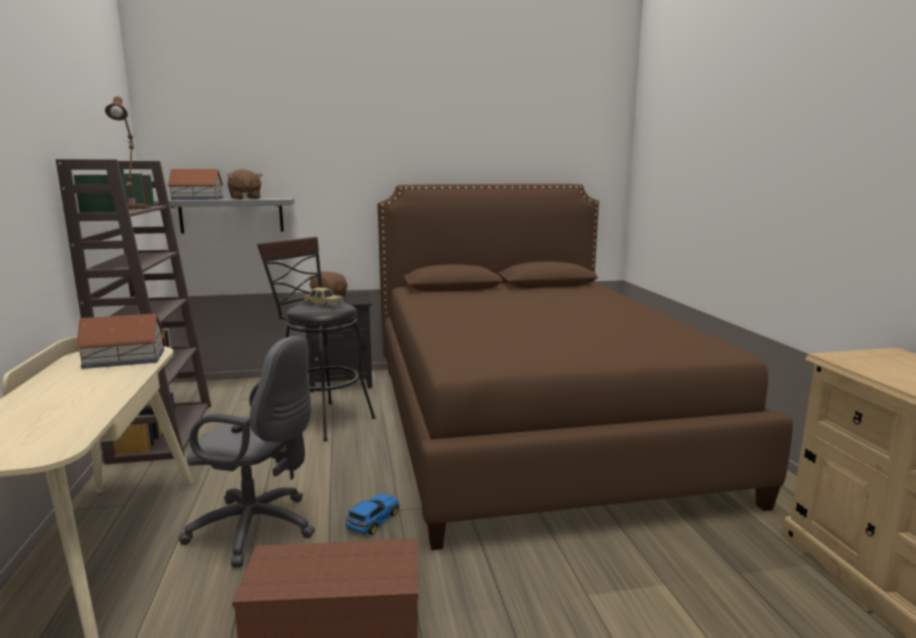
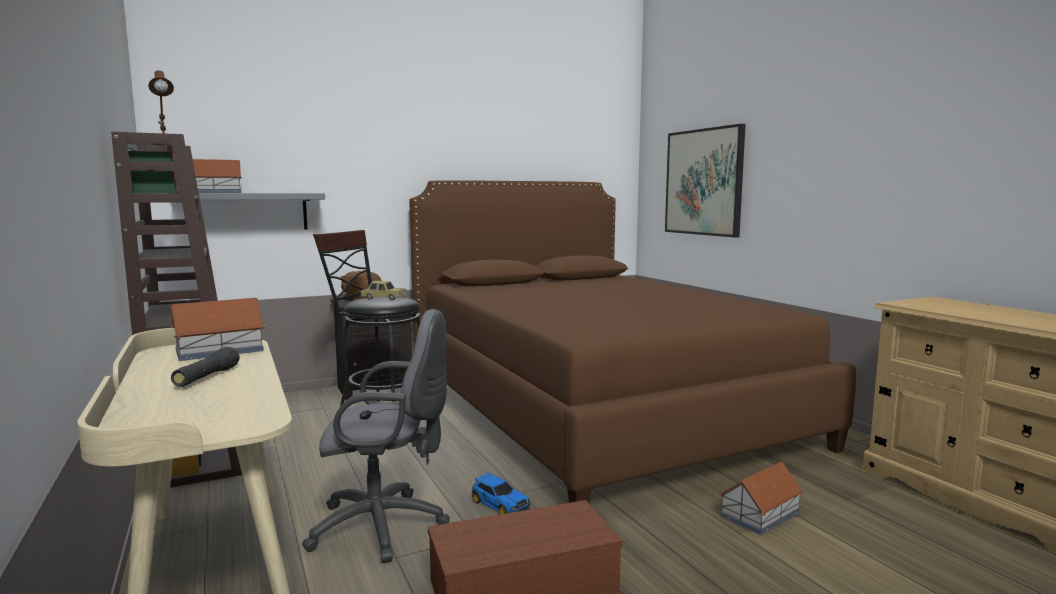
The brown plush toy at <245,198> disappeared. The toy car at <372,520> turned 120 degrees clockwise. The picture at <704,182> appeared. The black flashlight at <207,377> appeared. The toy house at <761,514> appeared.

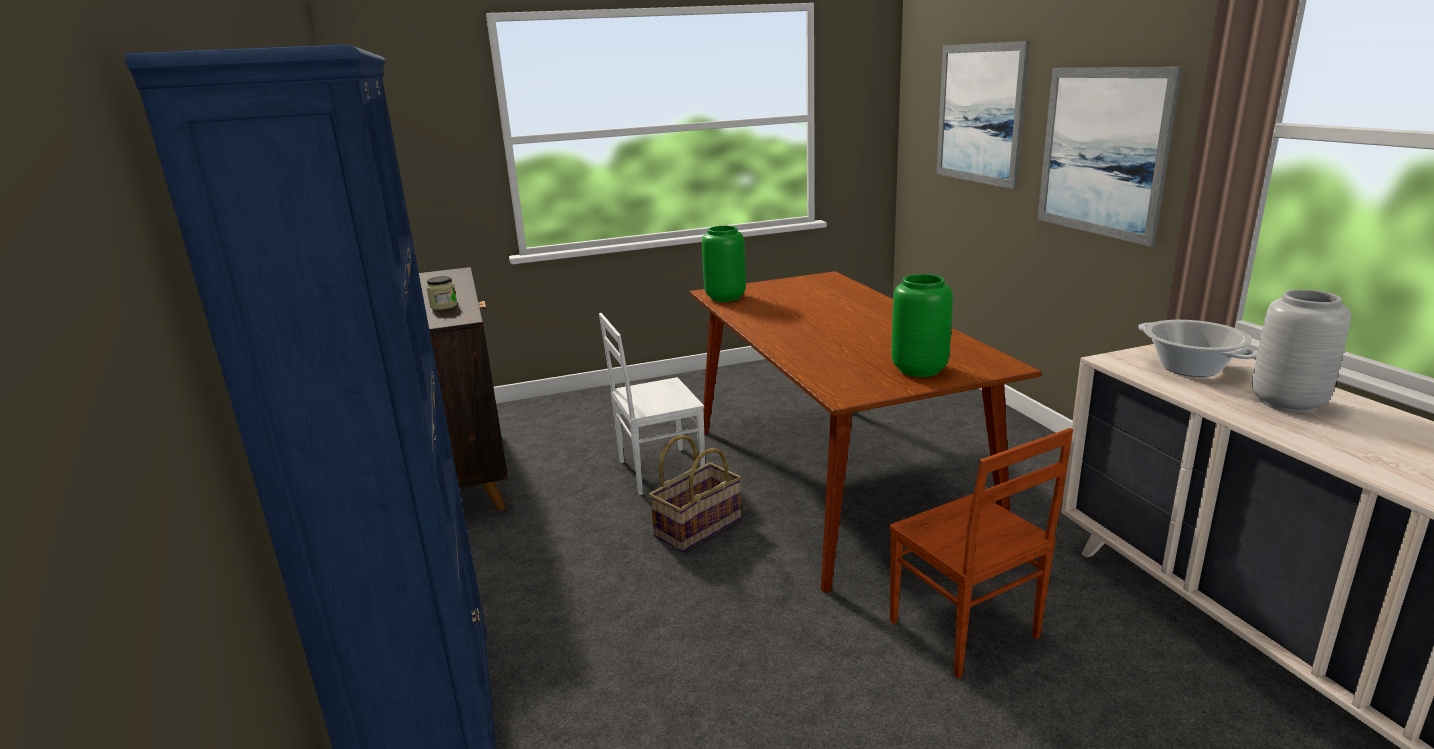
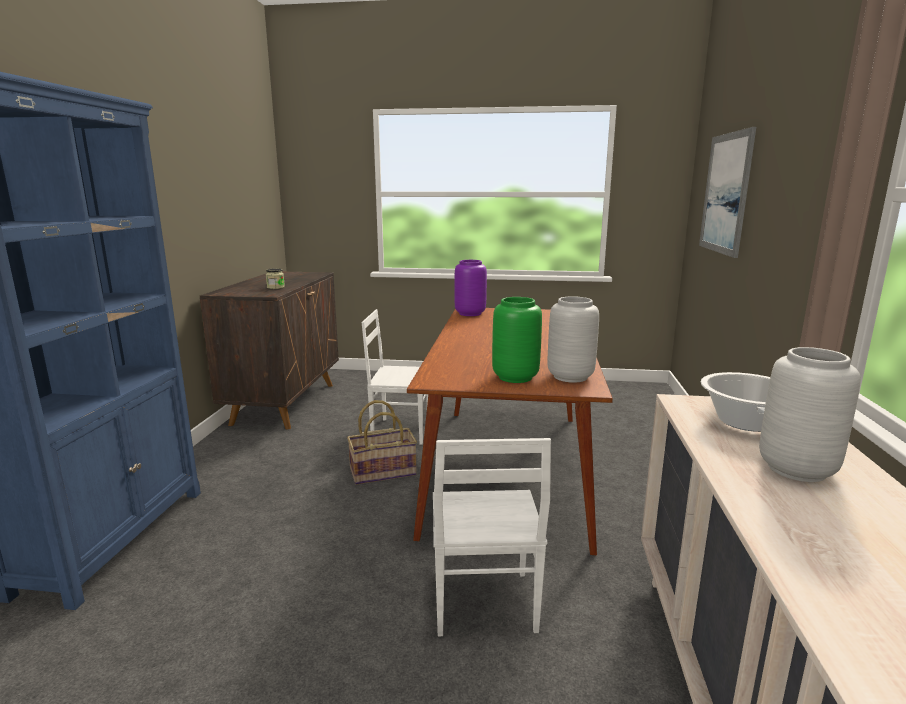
The picture at <1102,152> disappeared. The green vase at <724,297> became the purple vase at <469,313>. The brown chair at <963,631> became the white chair at <482,604>. The grey vase at <569,377> appeared.

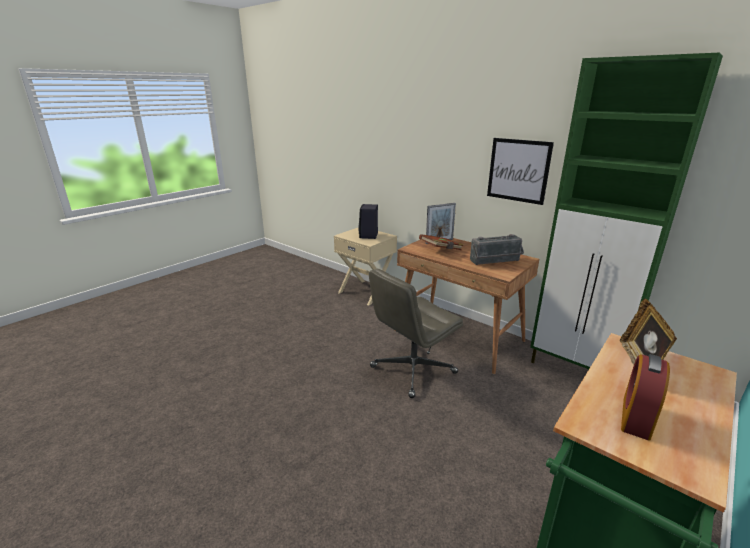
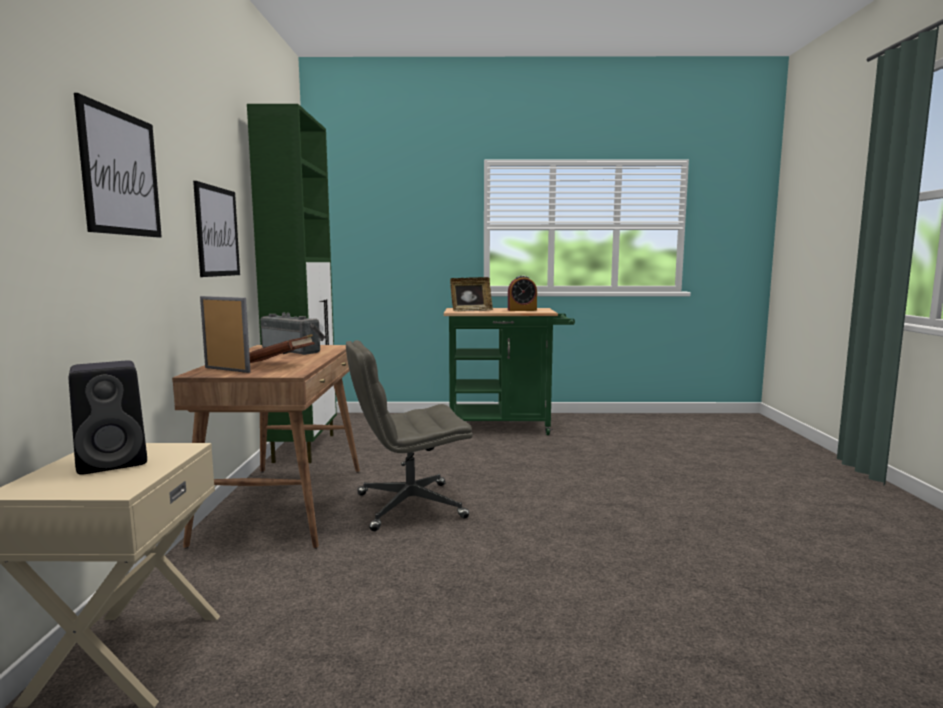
The grey office chair at <412,370> turned 150 degrees clockwise. The picture at <120,173> appeared.

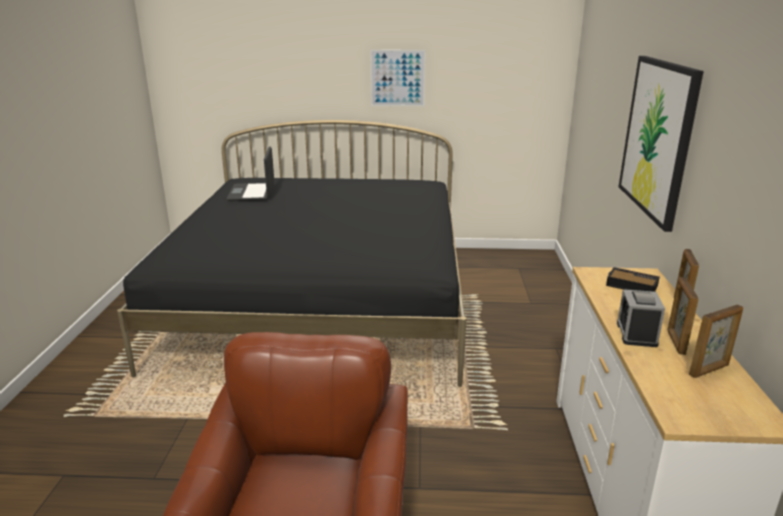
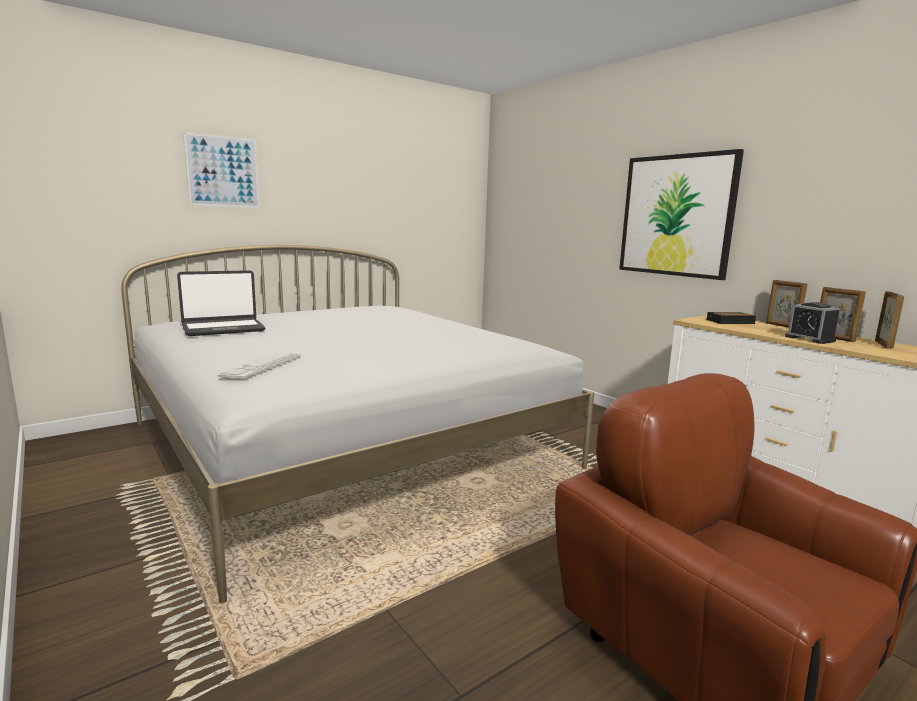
The picture moved from <397,78> to <223,171>. The black bed at <322,300> became the white bed at <346,444>. The laptop at <252,193> turned 75 degrees counterclockwise. The keyboard at <261,366> appeared.

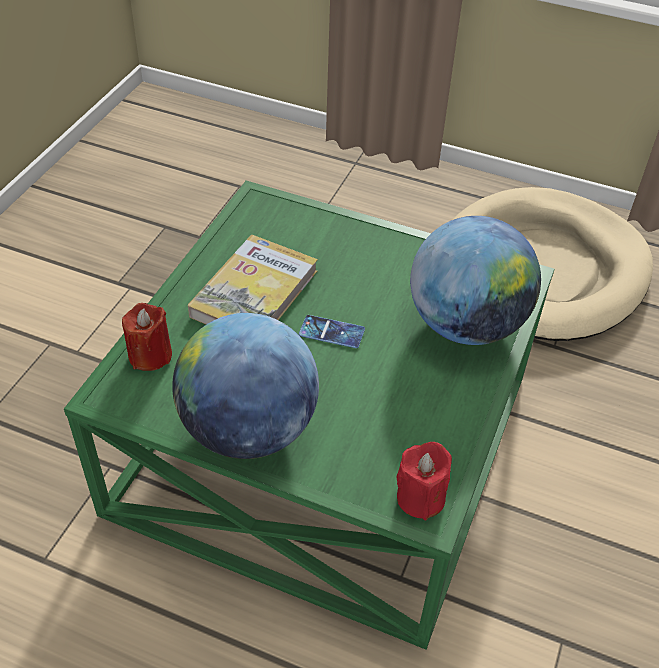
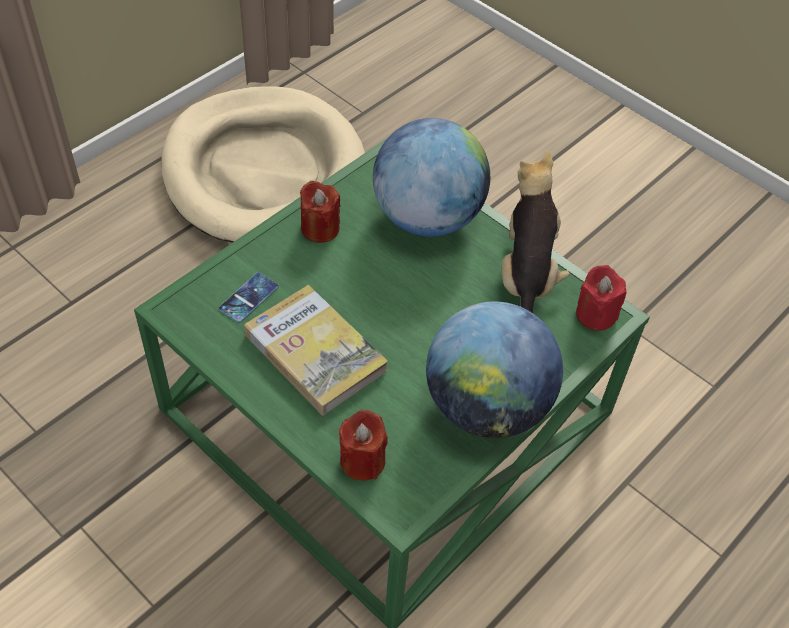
The phone moved from <331,332> to <248,297>. The plush toy at <526,277> appeared. The red candle at <320,228> appeared.

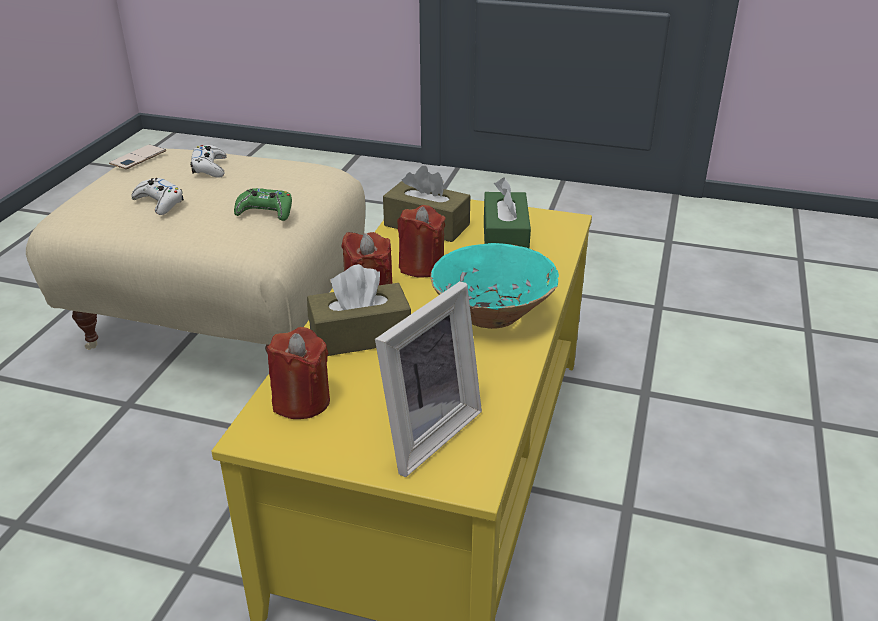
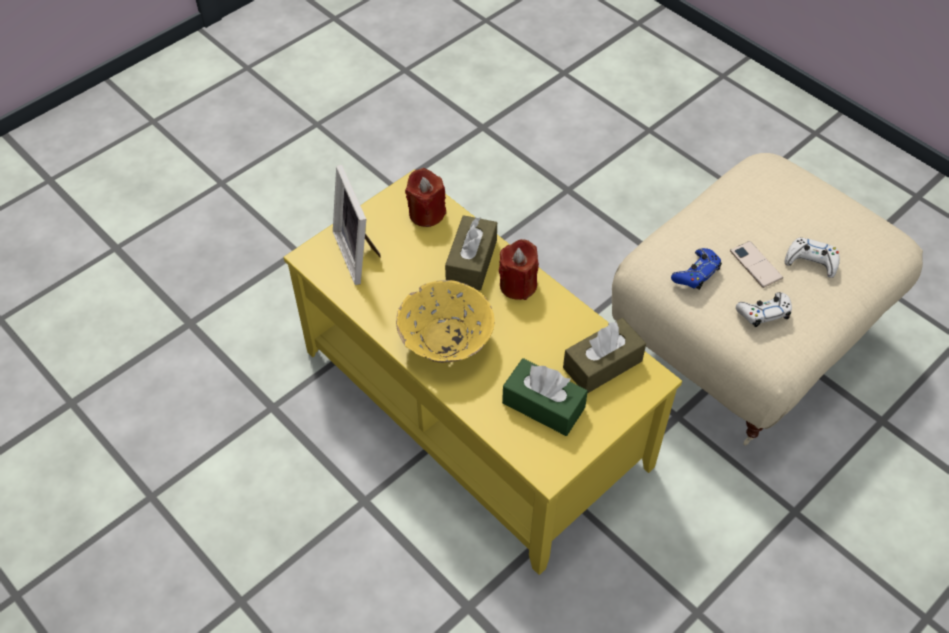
The phone moved from <138,157> to <756,264>. The white game controller moved from <159,202> to <764,312>. The green game controller at <265,211> became the blue game controller at <696,273>. The red candle at <421,266> disappeared. The turquoise bowl at <492,314> became the yellow bowl at <446,341>.

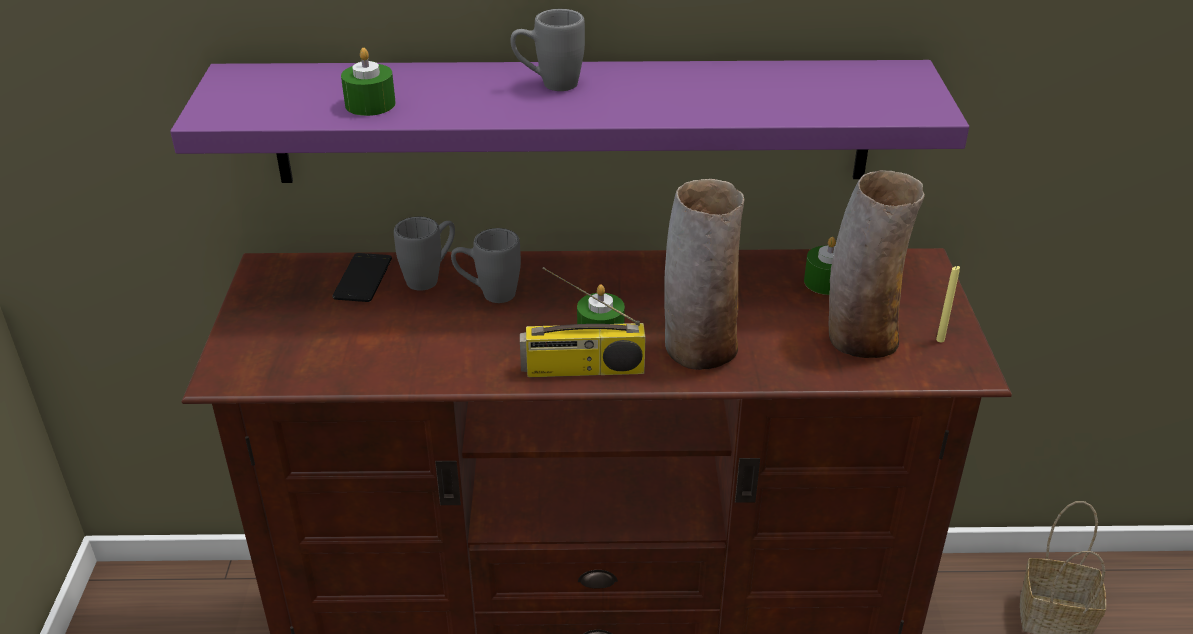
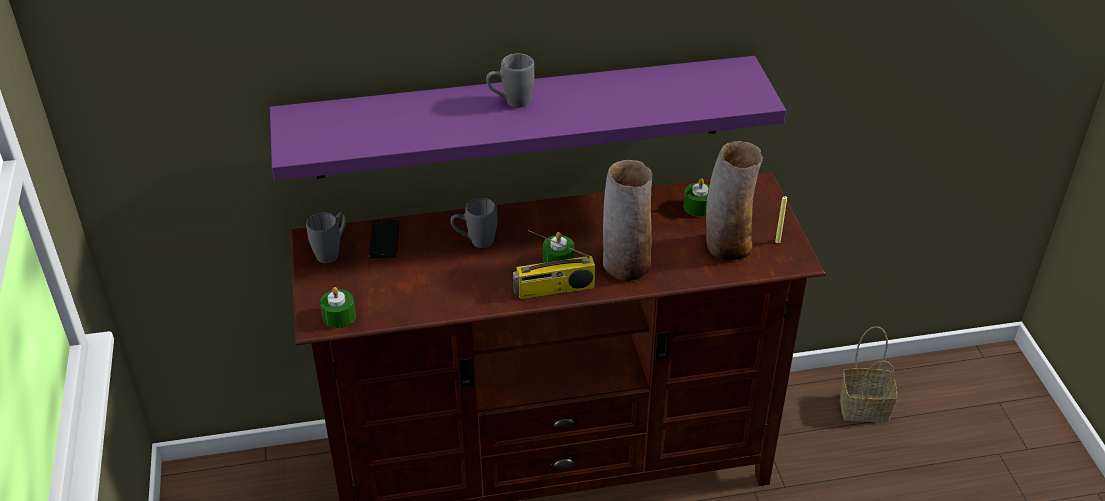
The green candle moved from <370,104> to <339,316>. The grey mug moved from <431,277> to <332,252>.

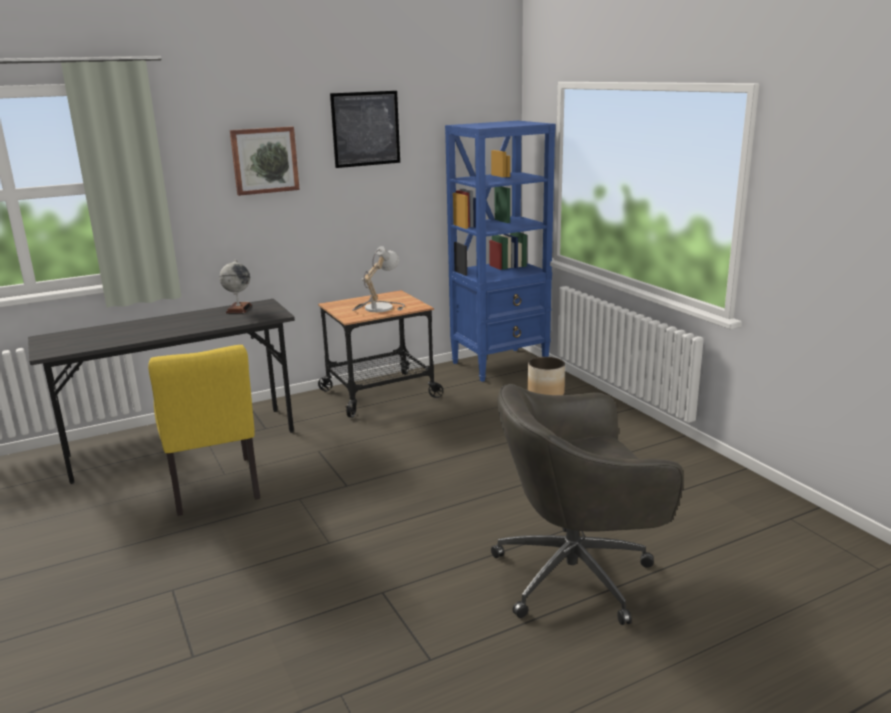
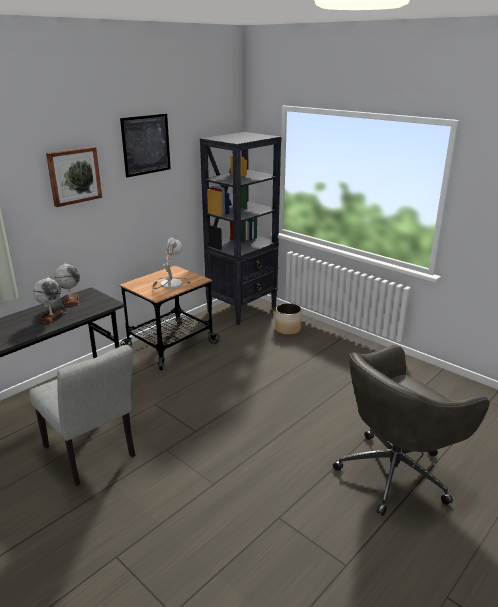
The blue bookcase at <500,364> became the black bookcase at <242,309>. The yellow chair at <215,490> became the grey chair at <93,455>. The globe at <52,317> appeared.

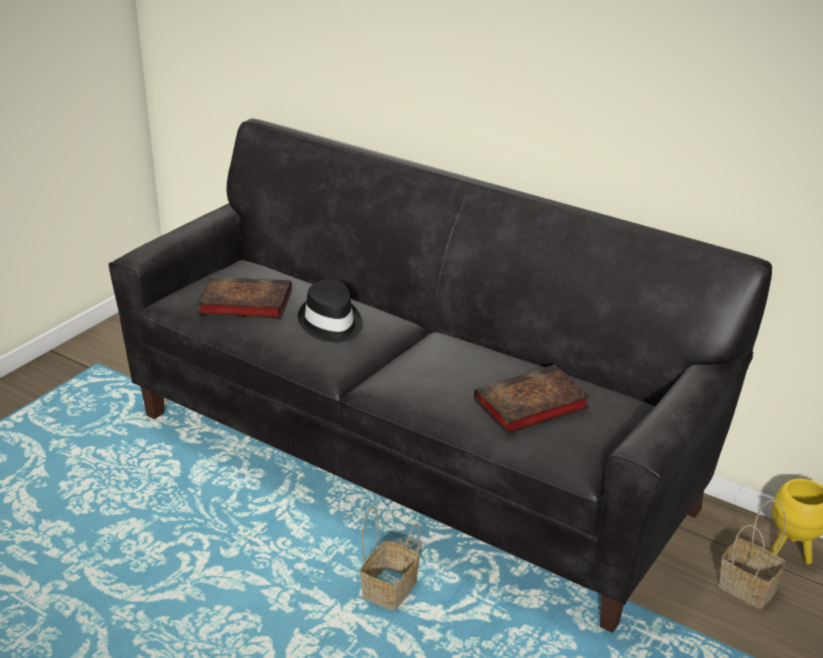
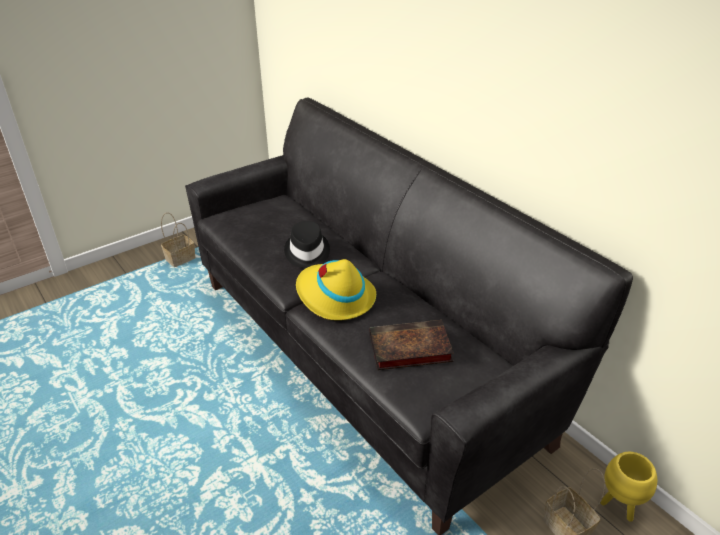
The book at <243,303> disappeared. The basket moved from <389,592> to <180,260>. The yellow hat at <334,297> appeared.

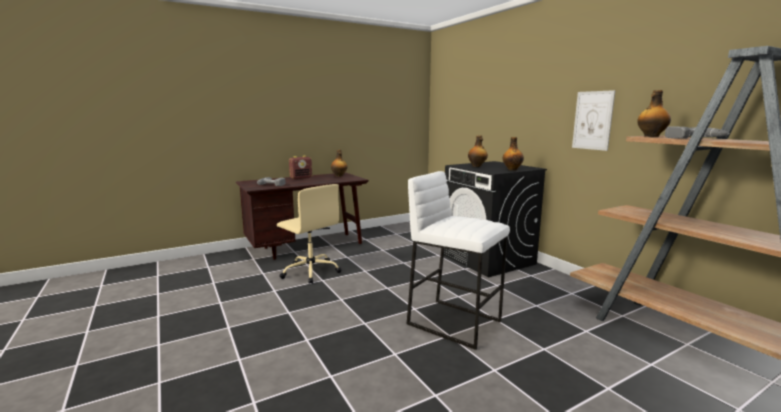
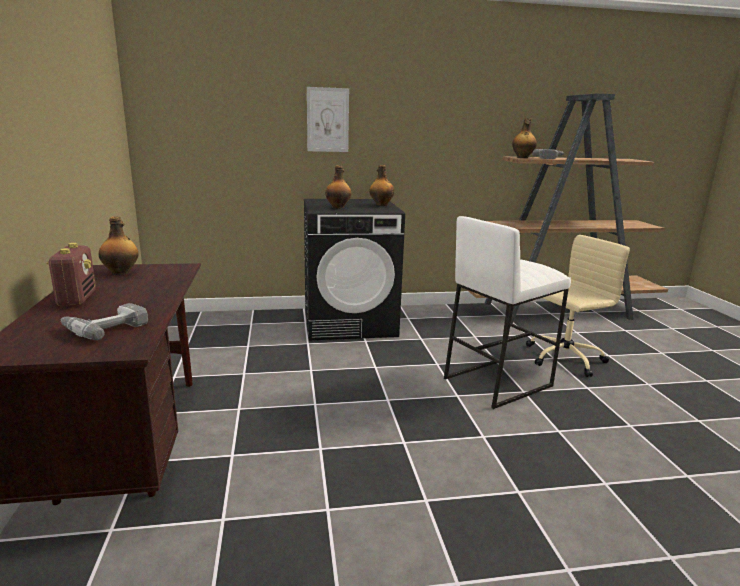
The picture moved from <592,120> to <327,120>. The beige office chair moved from <310,271> to <563,358>.

